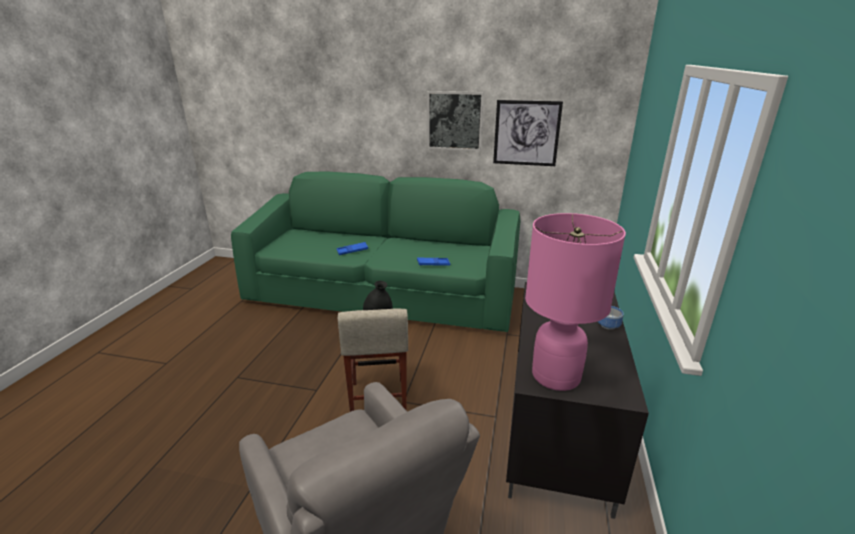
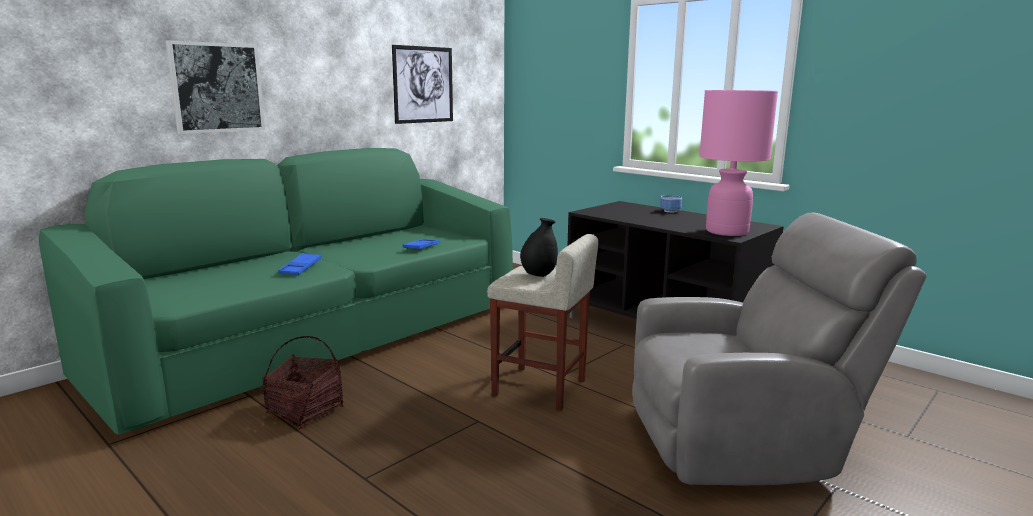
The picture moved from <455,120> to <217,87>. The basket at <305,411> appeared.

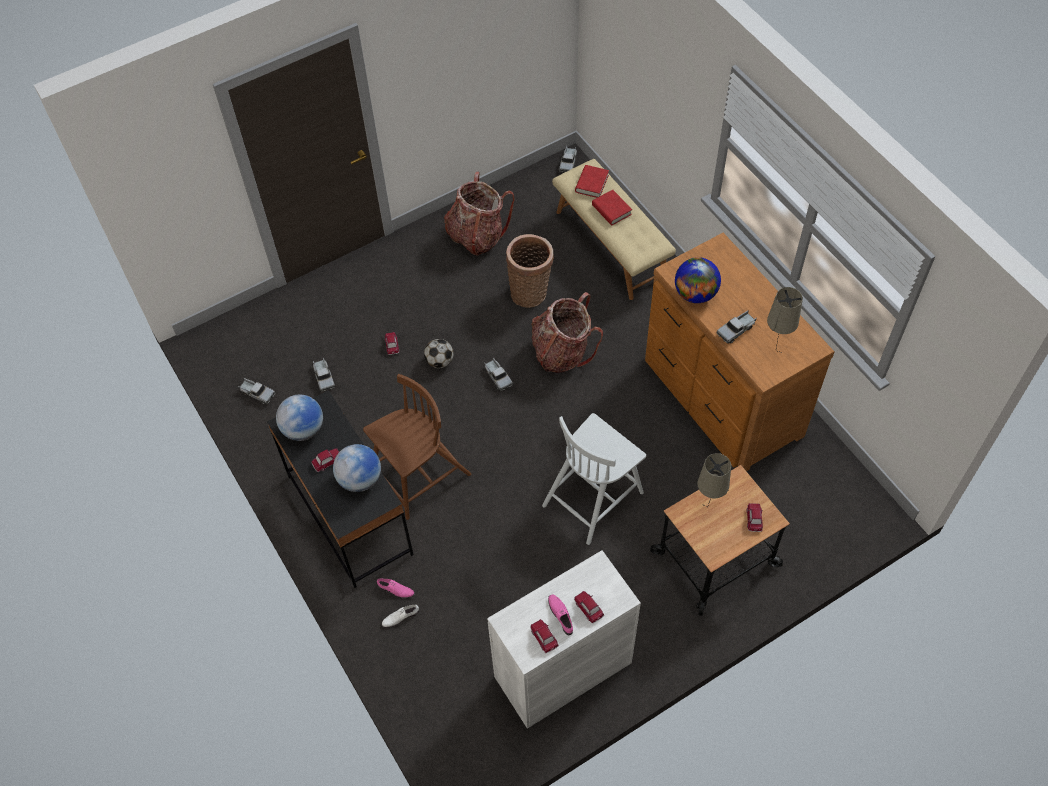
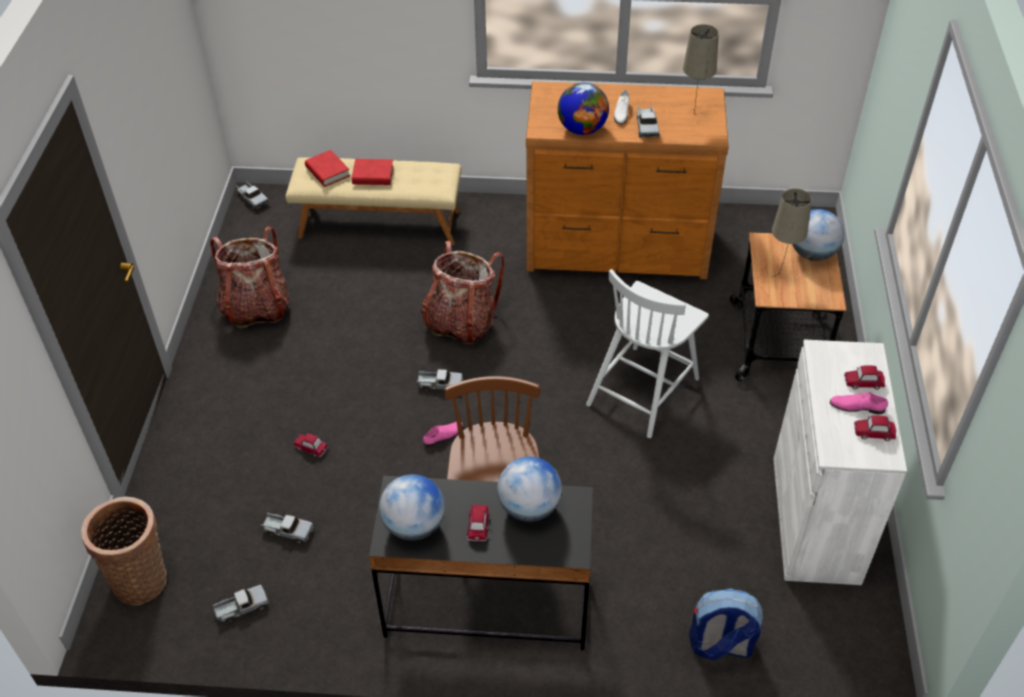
The basket moved from <530,292> to <141,578>. The football at <440,361> disappeared. The white chair at <593,497> turned 45 degrees clockwise. The toy car at <754,519> was replaced by the globe at <812,254>. The pink shoe moved from <395,590> to <444,436>. The white shoe moved from <400,617> to <621,112>. The backpack at <720,645> appeared.

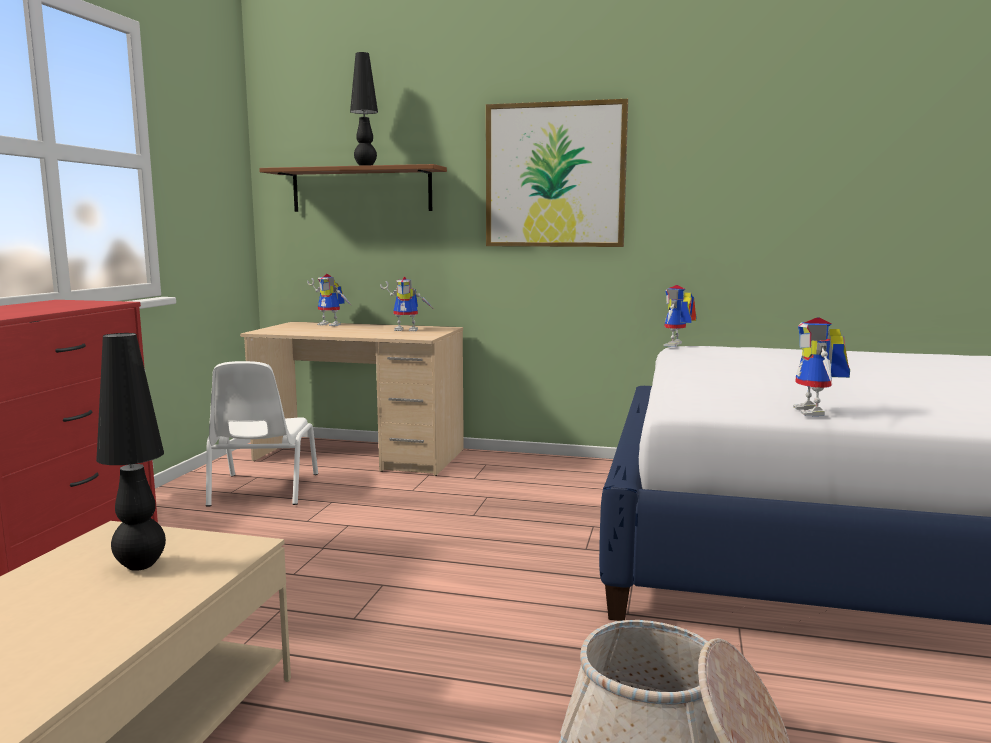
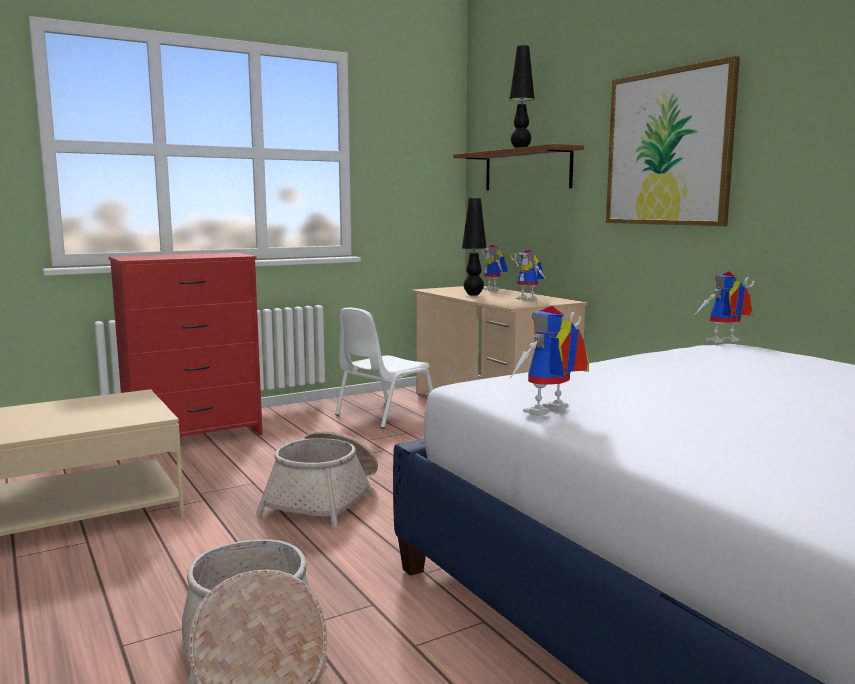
The black table lamp moved from <140,565> to <473,295>. The basket at <325,499> appeared.

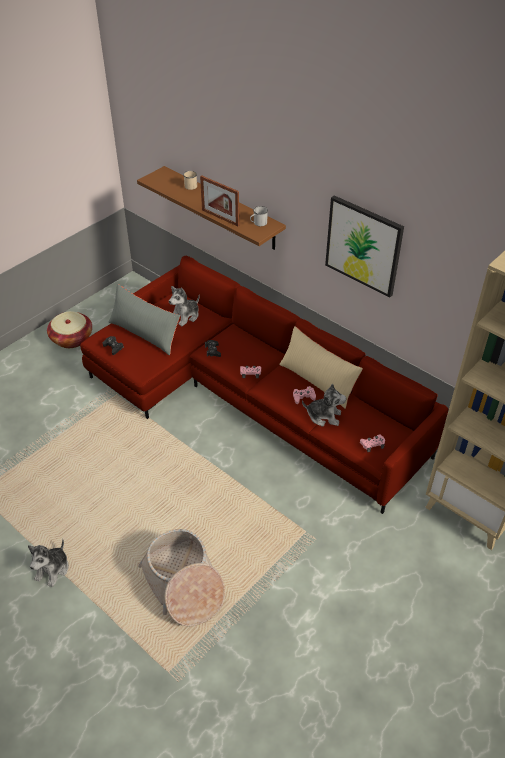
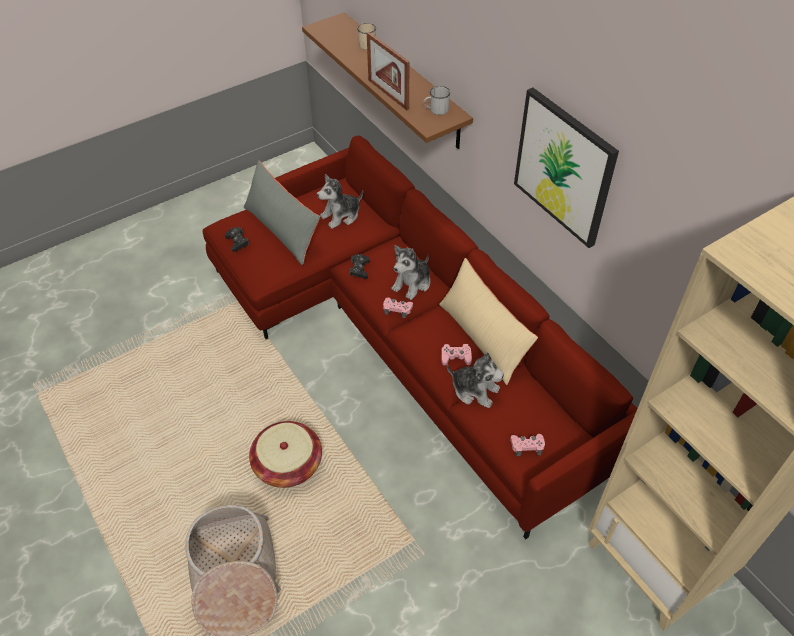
The basket moved from <72,338> to <288,464>. The plush toy moved from <53,569> to <412,283>.

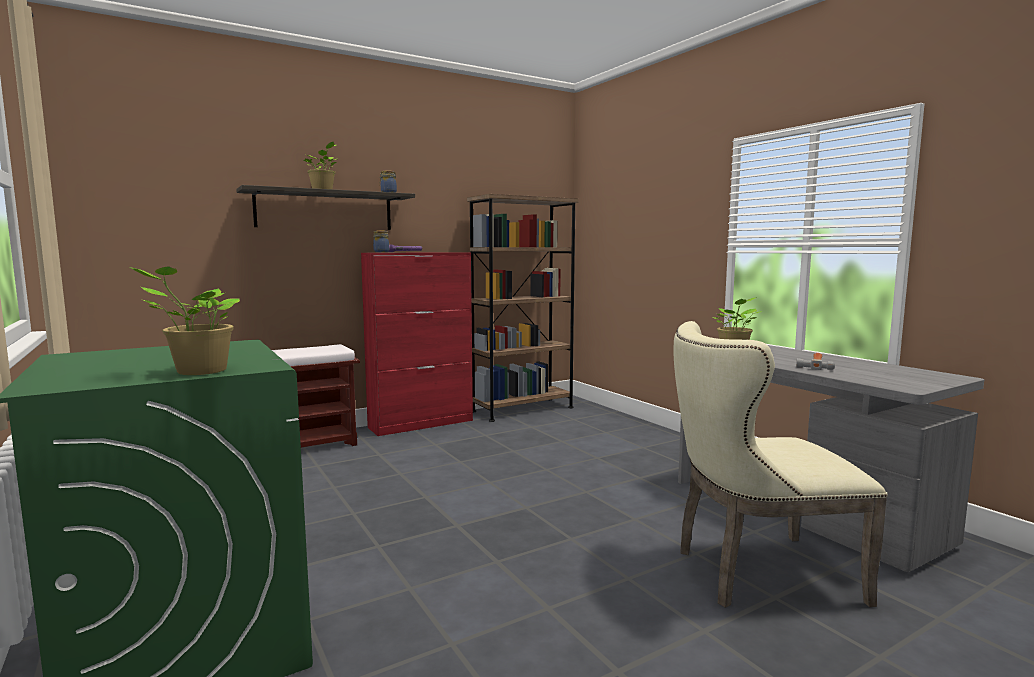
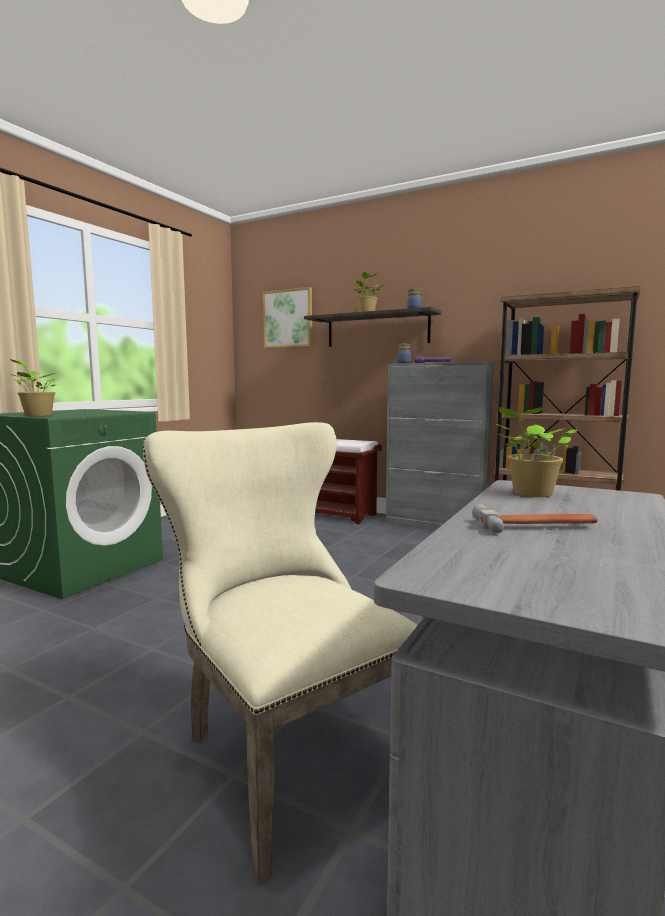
The red cabinet at <422,424> became the grey cabinet at <435,526>. The picture at <288,318> appeared.

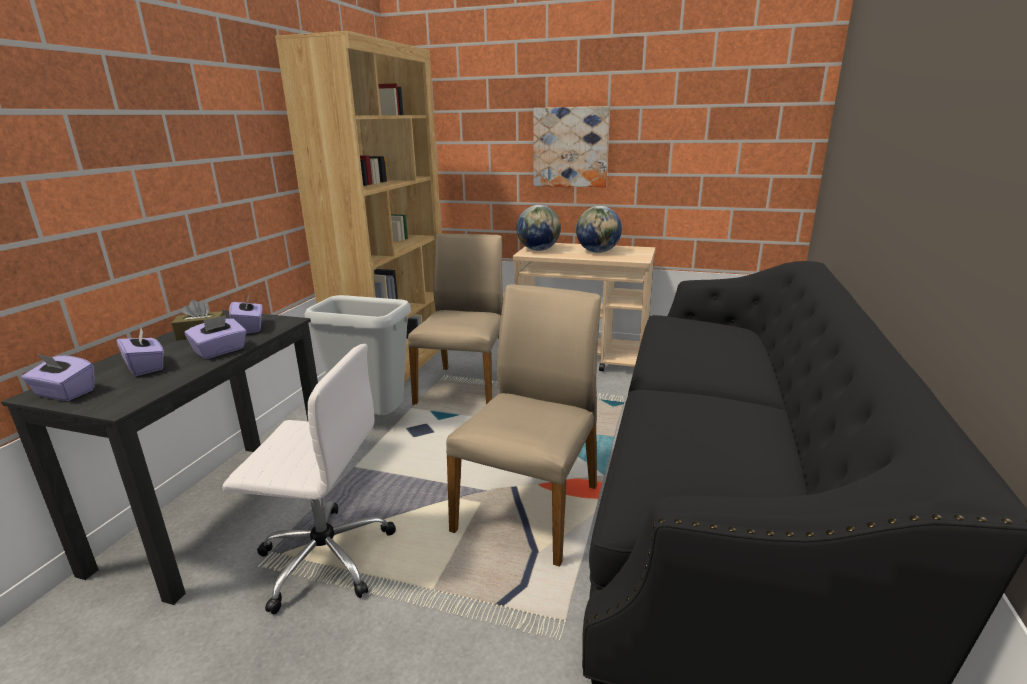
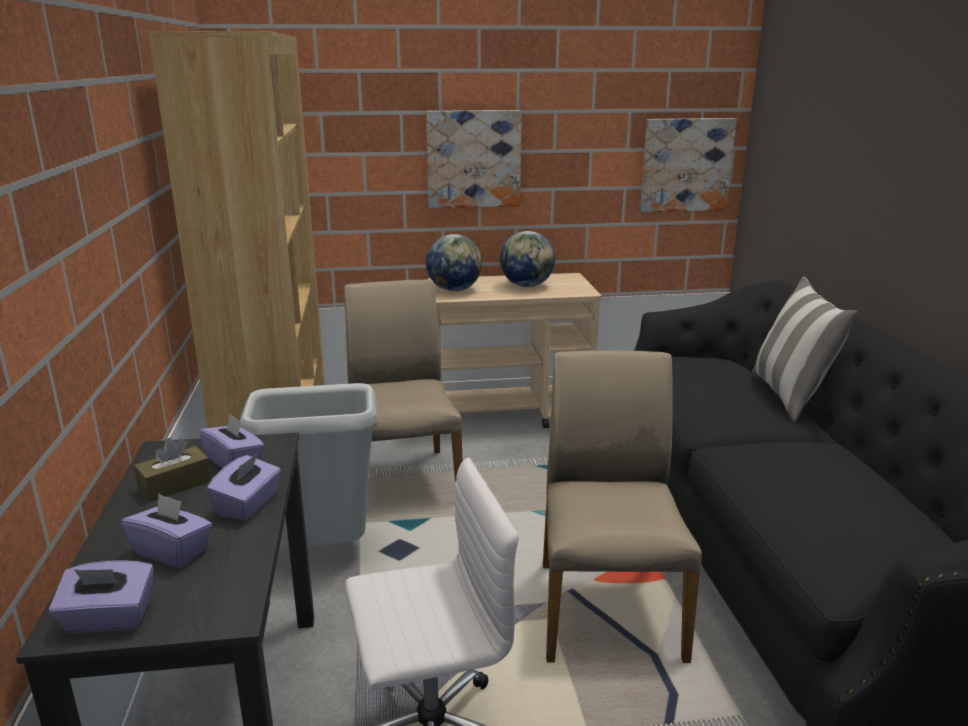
The picture at <686,165> appeared. The pillow at <790,396> appeared.

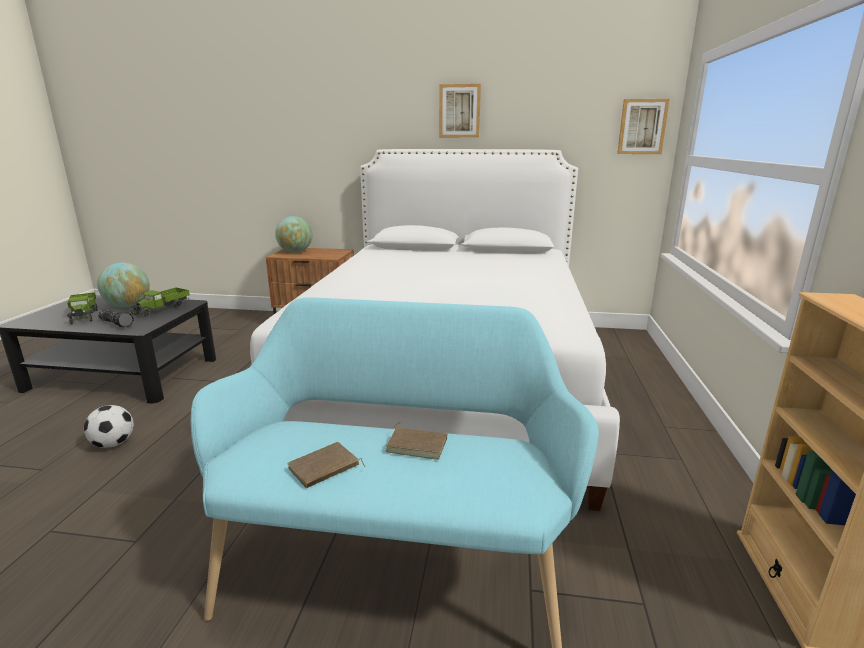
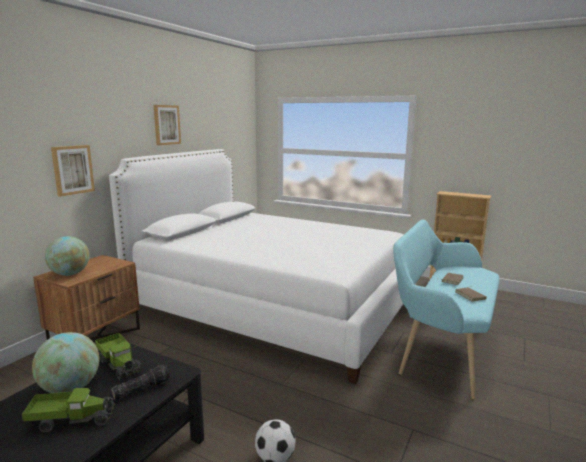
The picture moved from <642,127> to <72,170>.

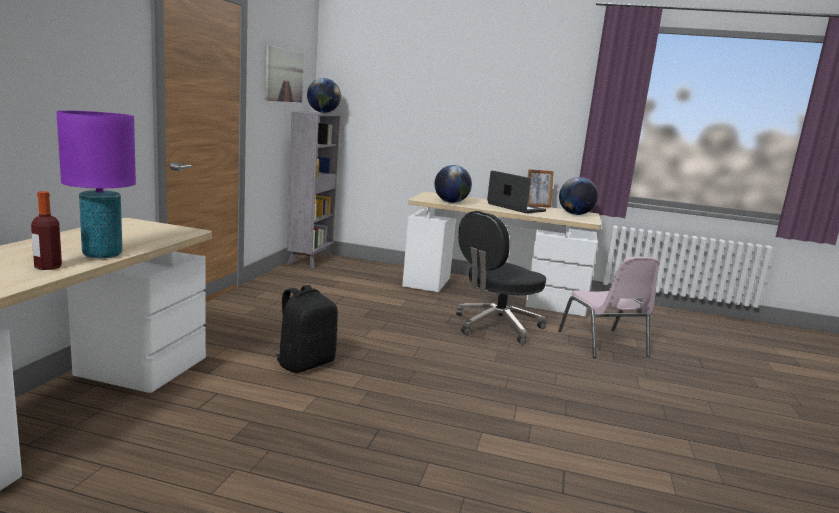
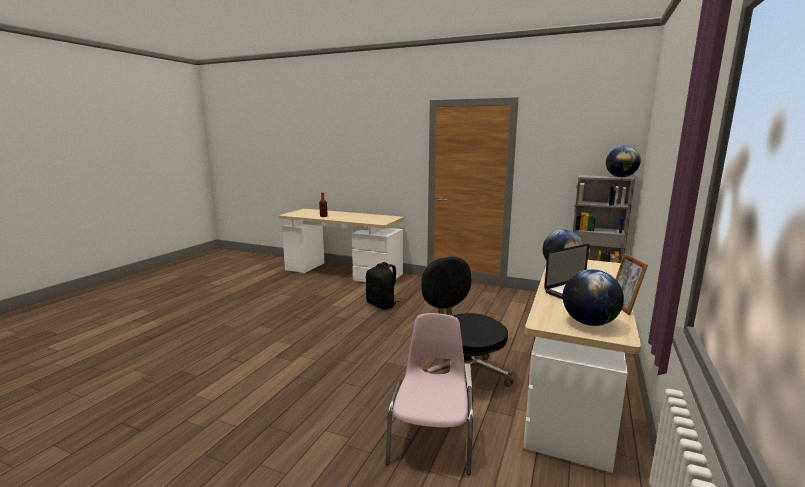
The picture at <284,75> disappeared. The purple table lamp at <102,255> disappeared. The pink chair at <603,344> turned 105 degrees clockwise.

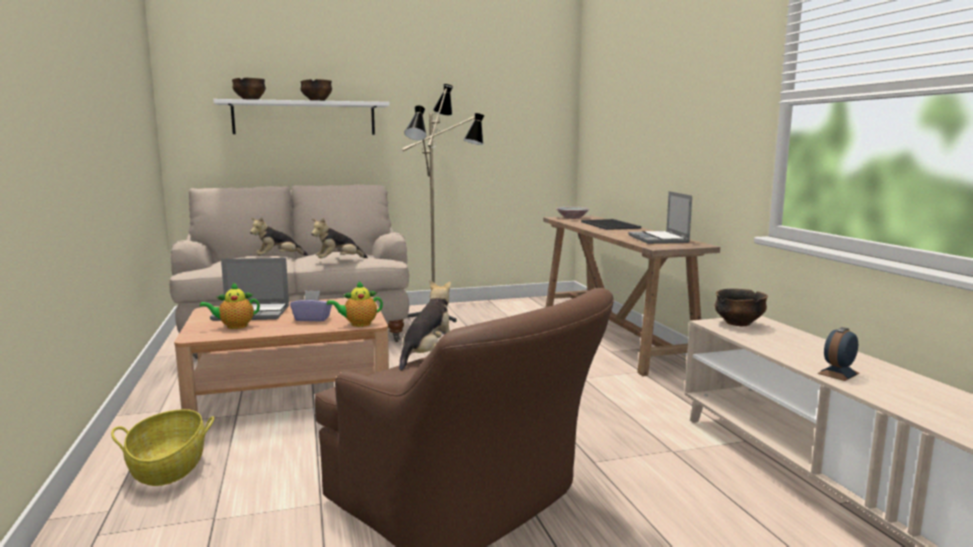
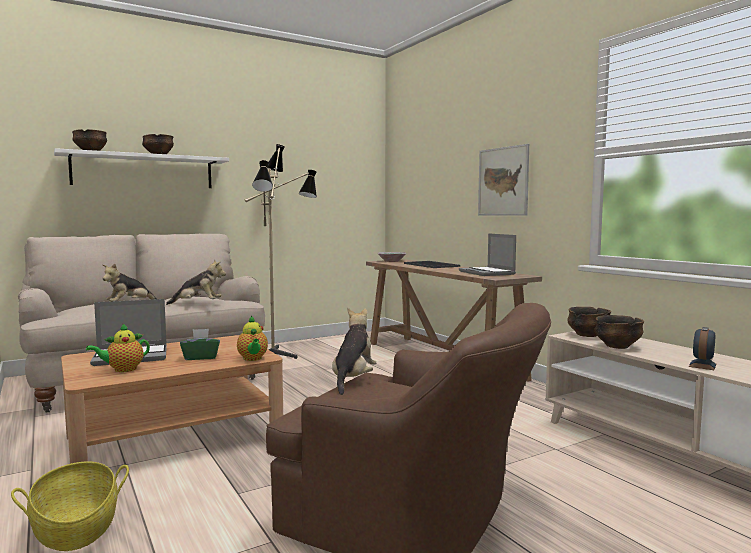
The plush toy at <338,261> turned 135 degrees counterclockwise. The teapot at <358,324> turned 75 degrees counterclockwise. The purple tissue box at <312,319> became the green tissue box at <201,357>. The picture at <503,181> appeared. The bowl at <617,347> appeared.

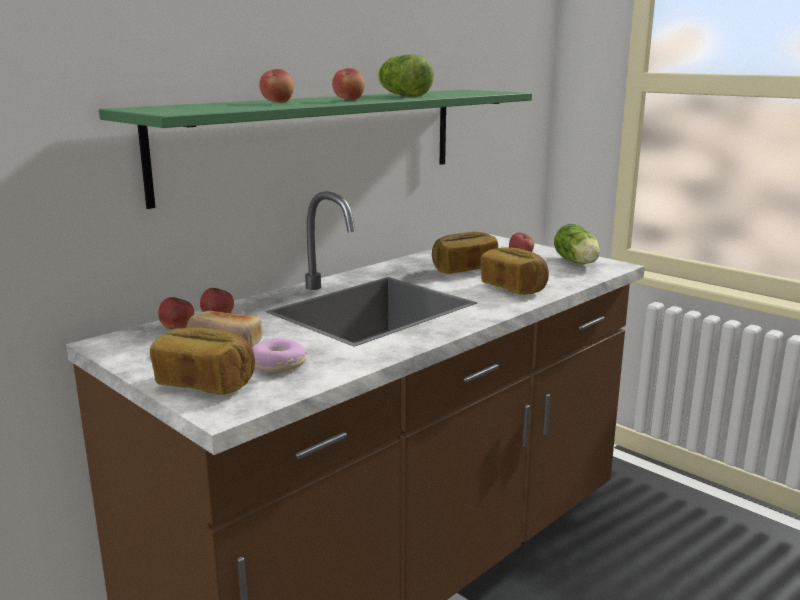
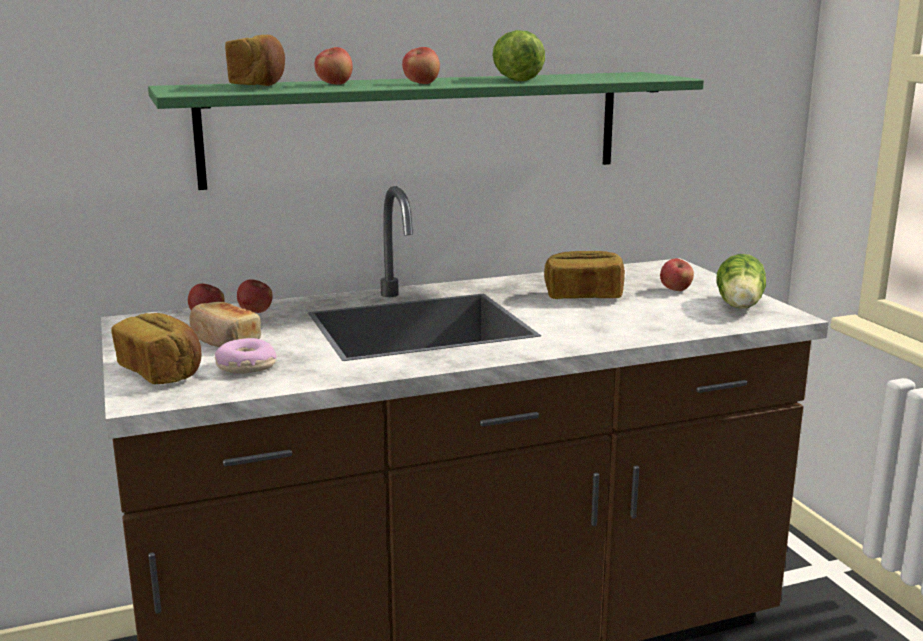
The bread moved from <514,288> to <259,86>.

